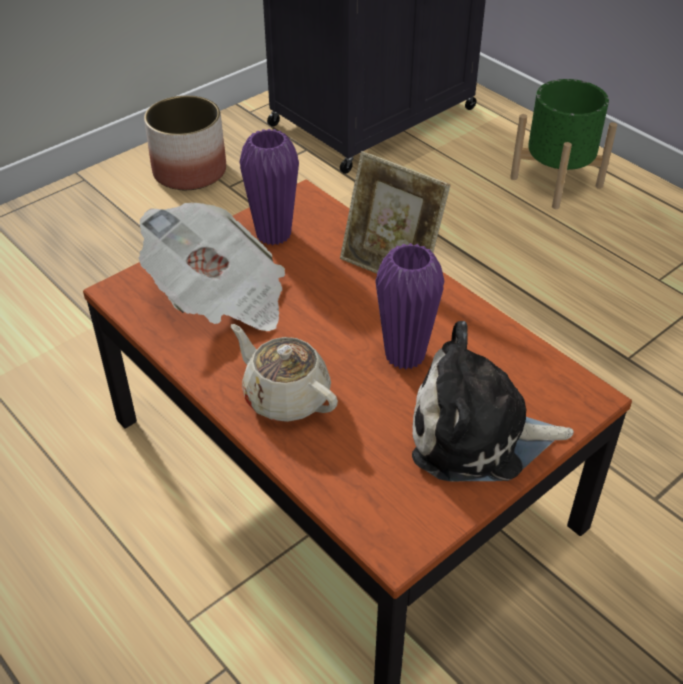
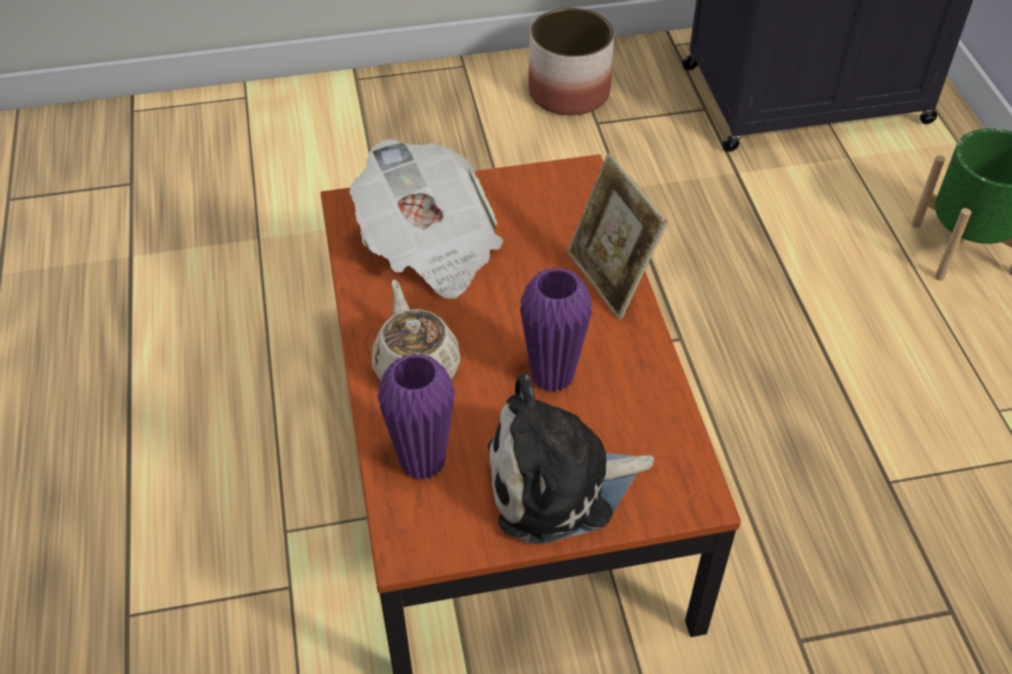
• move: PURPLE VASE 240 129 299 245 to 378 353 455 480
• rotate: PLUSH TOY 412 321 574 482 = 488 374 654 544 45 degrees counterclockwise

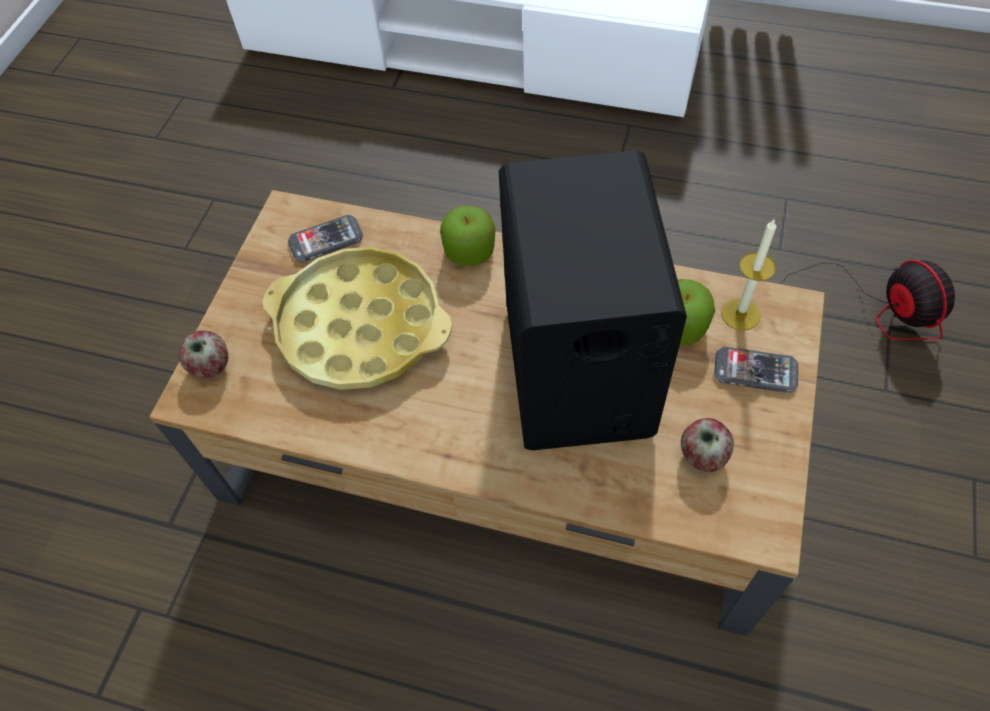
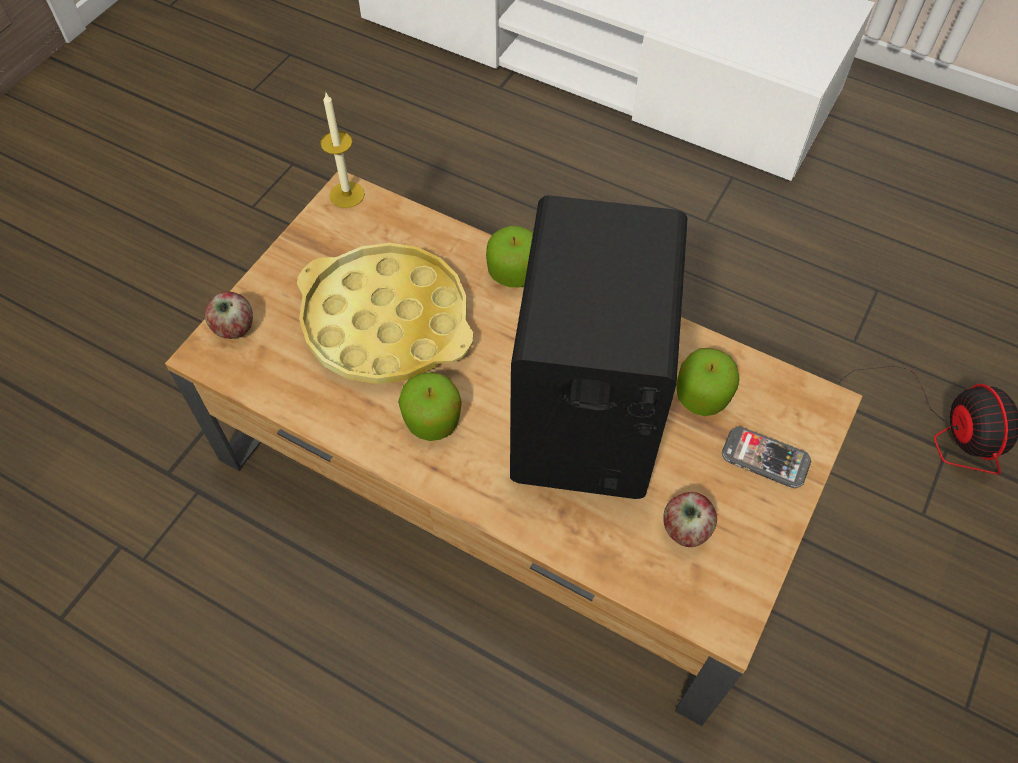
• delete: PHONE 288 215 363 262
• insert: APPLE 398 372 462 441
• move: CANDLE 721 220 776 331 to 320 93 365 208

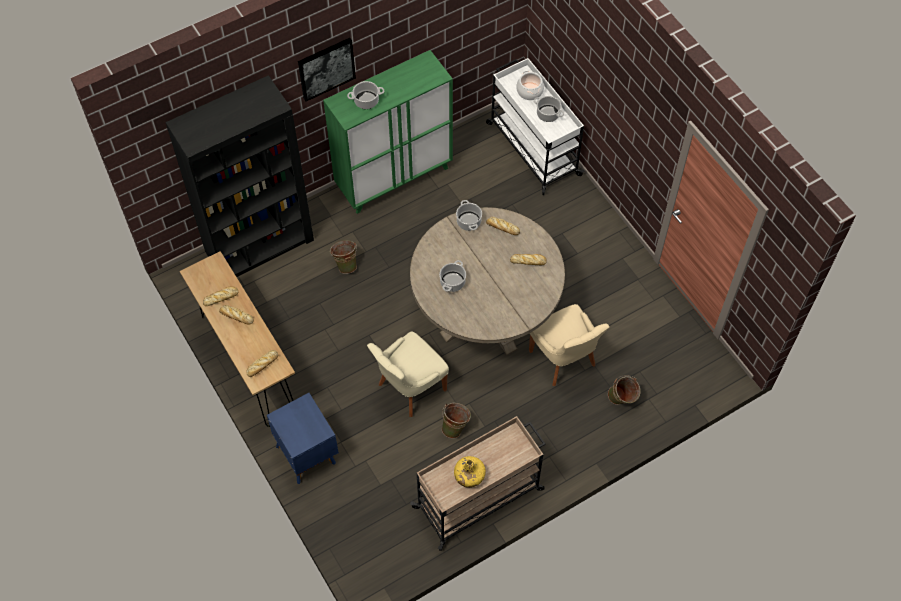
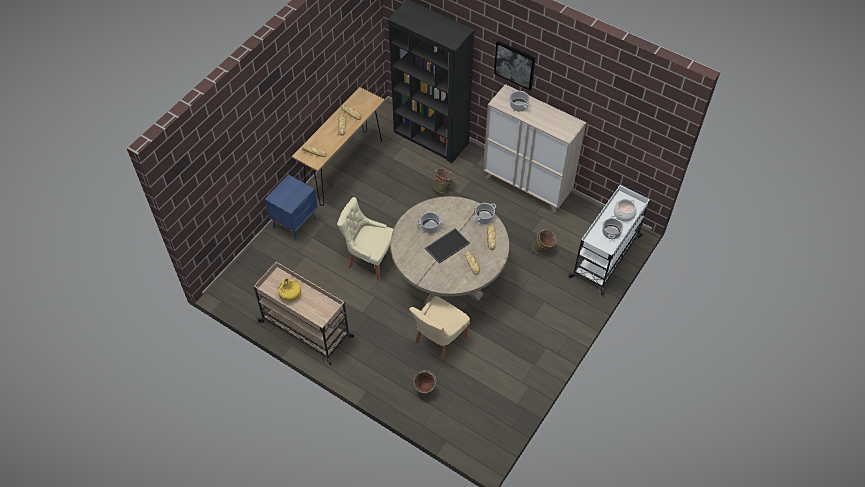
• insert: TRAY 425 228 470 264
• move: GREEN BUCKET 442 403 471 438 to 533 229 557 253
• recolor: GREEN CABINET 323 50 453 214 to BEIGE CABINET 483 84 586 213

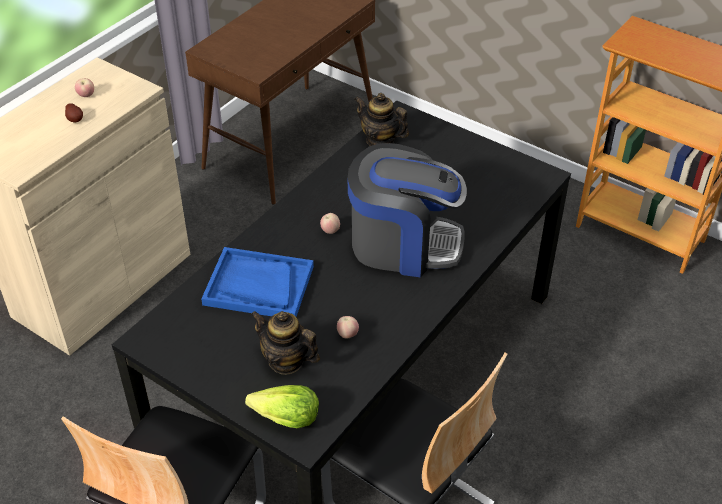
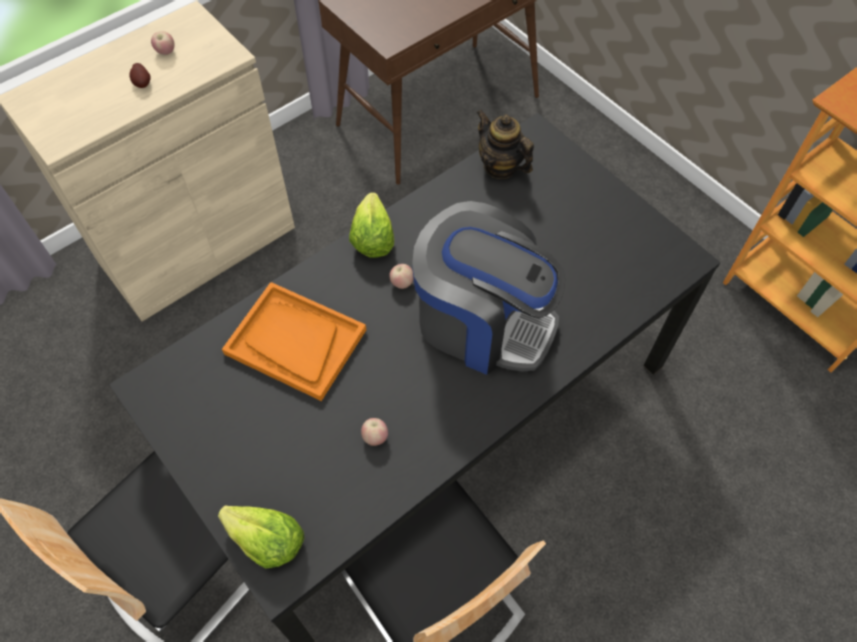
• delete: TEAPOT 251 311 320 375
• insert: LETTUCE 349 192 394 258
• recolor: BLUE TRAY 201 247 314 317 to ORANGE TRAY 222 282 366 401

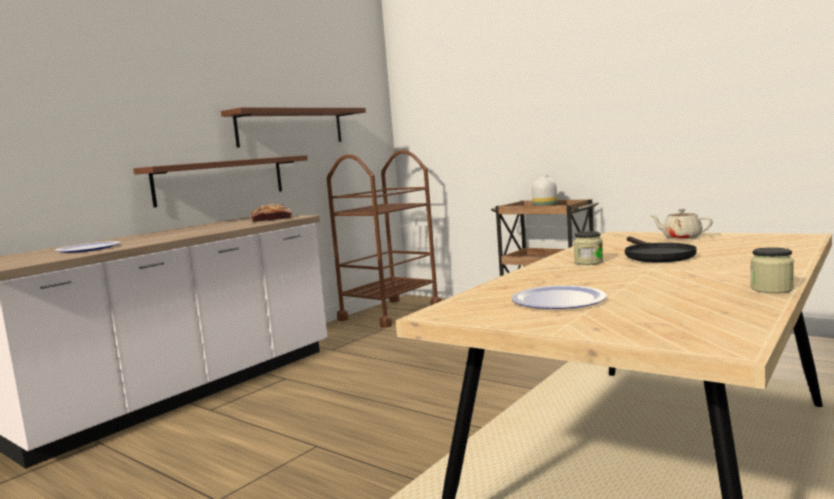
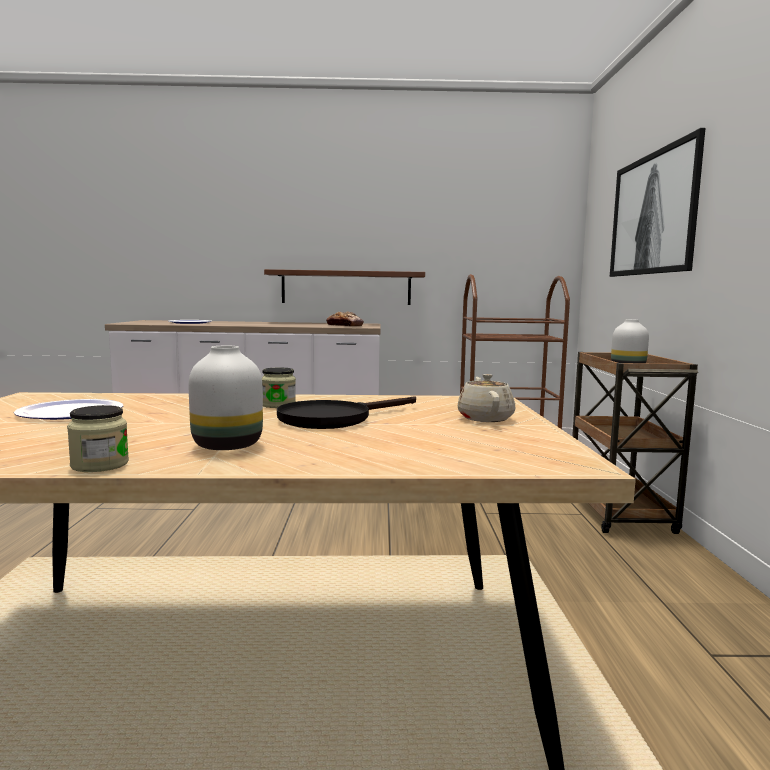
• delete: BROWN SHELF 221 108 366 147
• insert: WHITE VASE 189 346 263 450
• insert: PICTURE 610 128 705 277

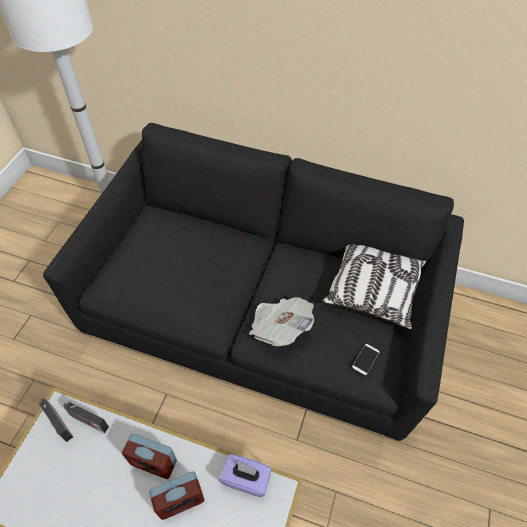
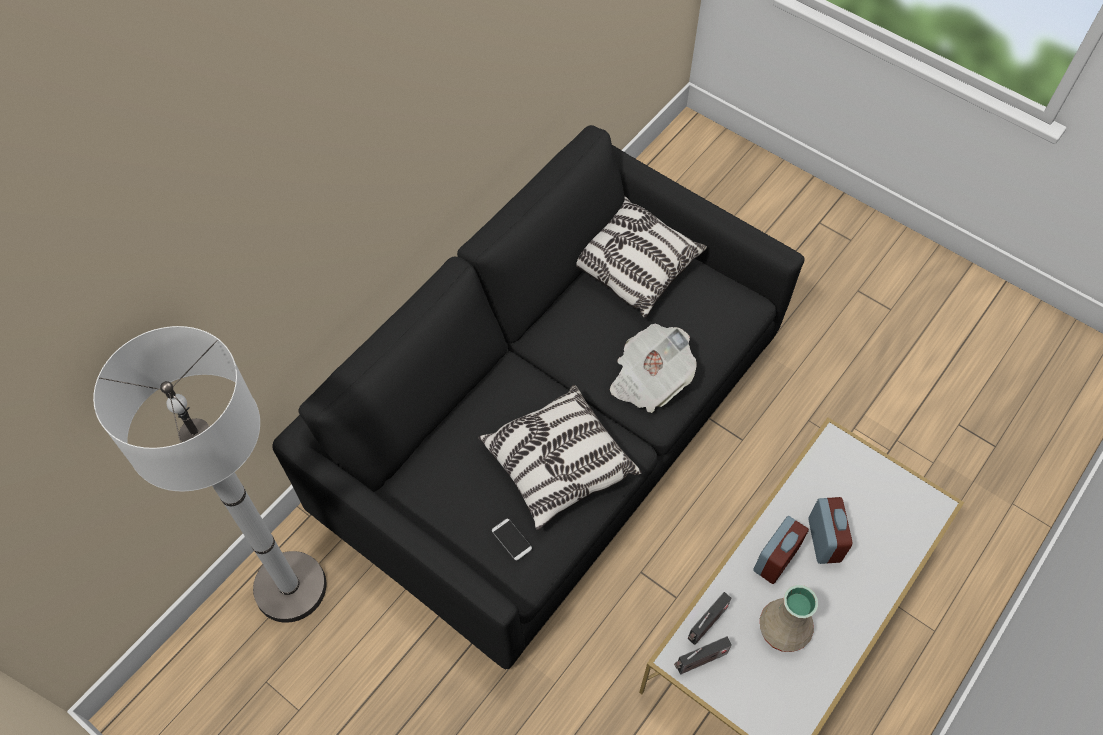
• delete: PURPLE TISSUE BOX 219 454 272 497
• insert: PILLOW 478 385 641 530
• insert: BEIGE VASE 760 585 818 652
• move: PHONE 352 344 380 375 to 492 519 532 560

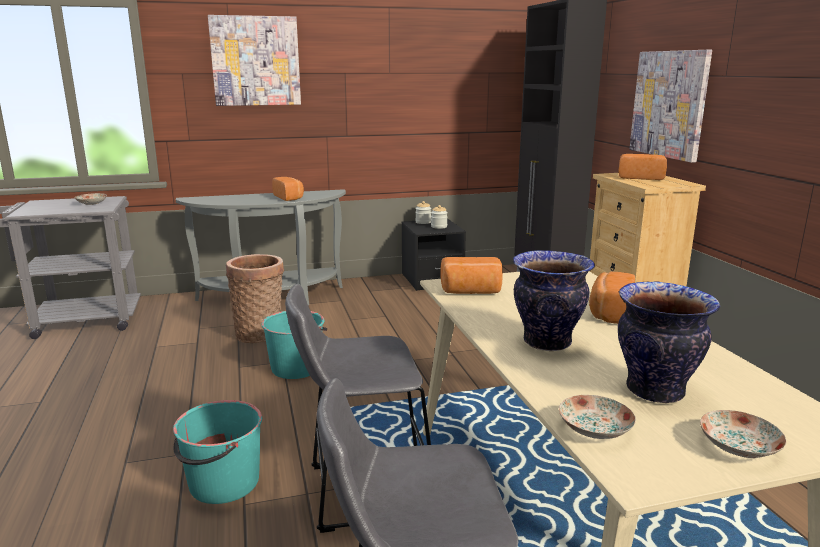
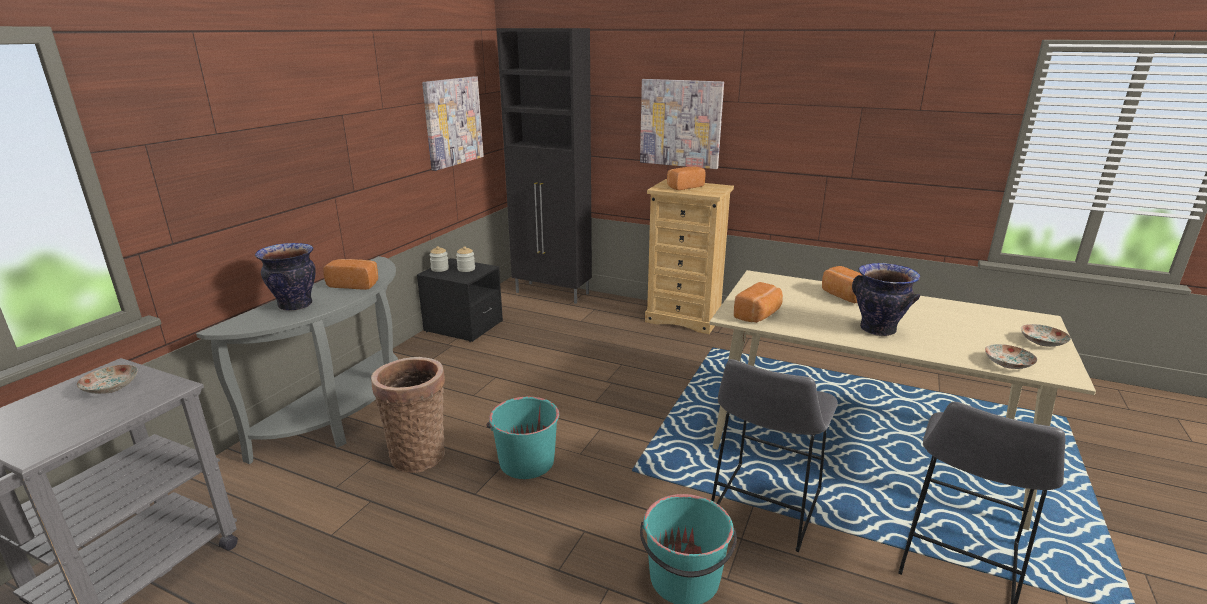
• move: PICTURE 208 15 301 106 to 422 76 484 171
• move: VASE 618 281 720 403 to 255 243 316 311

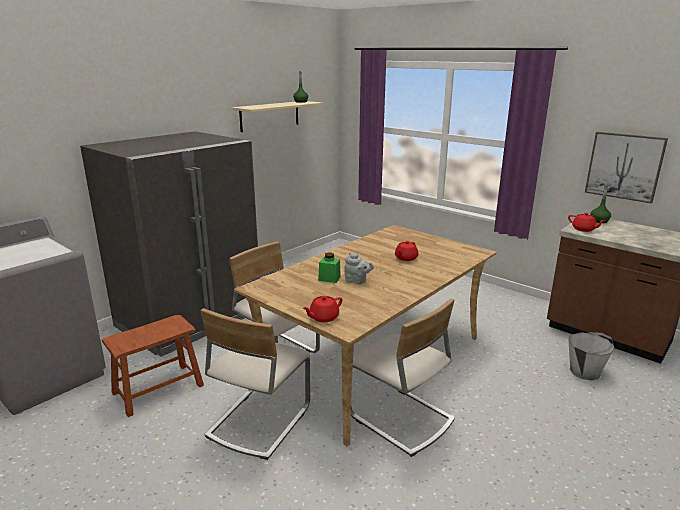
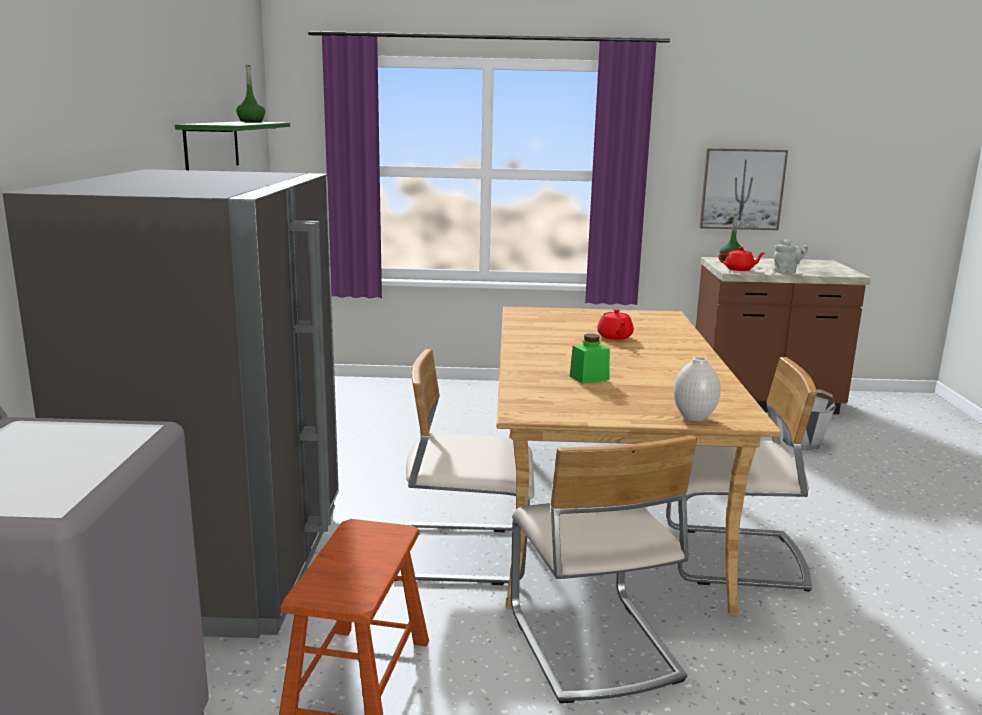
• move: GREY TEAPOT 344 253 374 284 to 774 239 808 273
• replace: RED TEAPOT 303 296 342 322 to WHITE VASE 673 357 721 421
• recolor: BEIGE SHELF 231 101 323 132 to GREEN SHELF 175 121 290 170

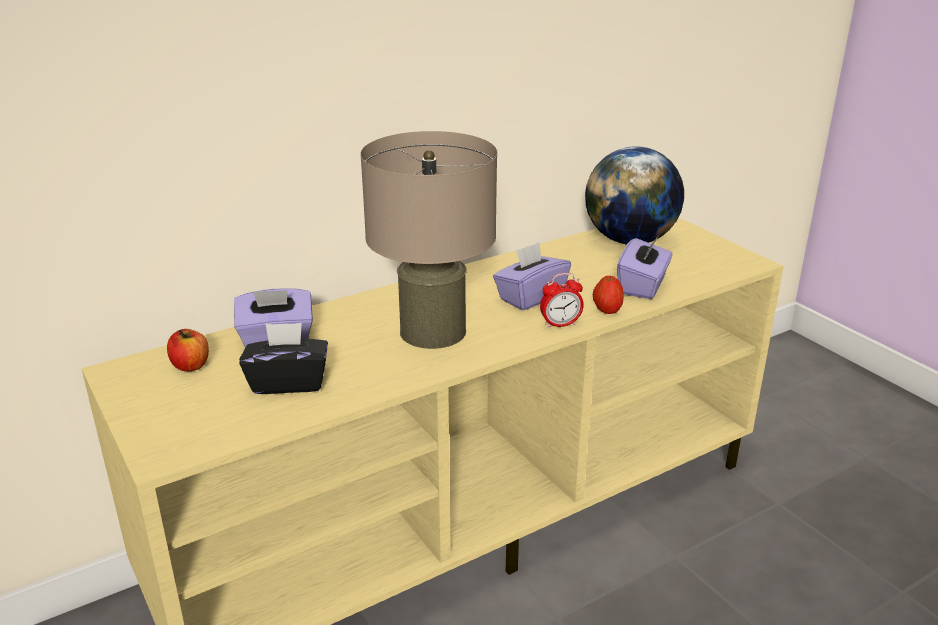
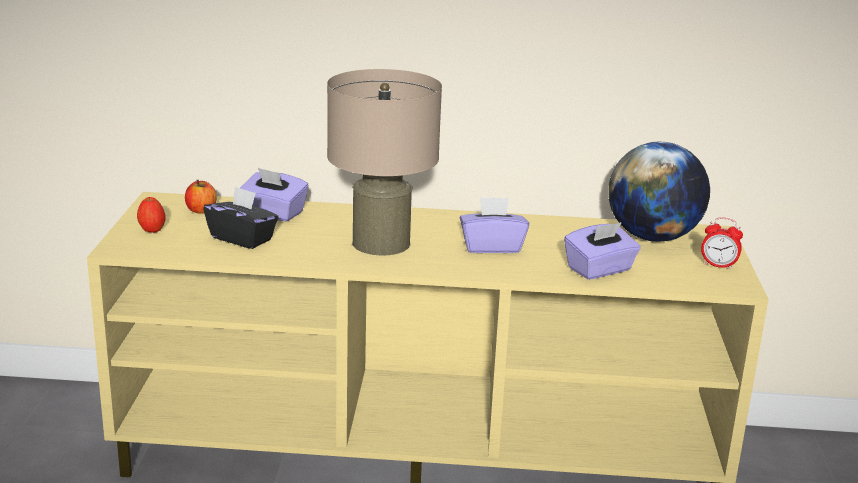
• move: ALARM CLOCK 540 273 584 328 to 701 217 743 270
• move: APPLE 593 276 624 314 to 137 197 165 233

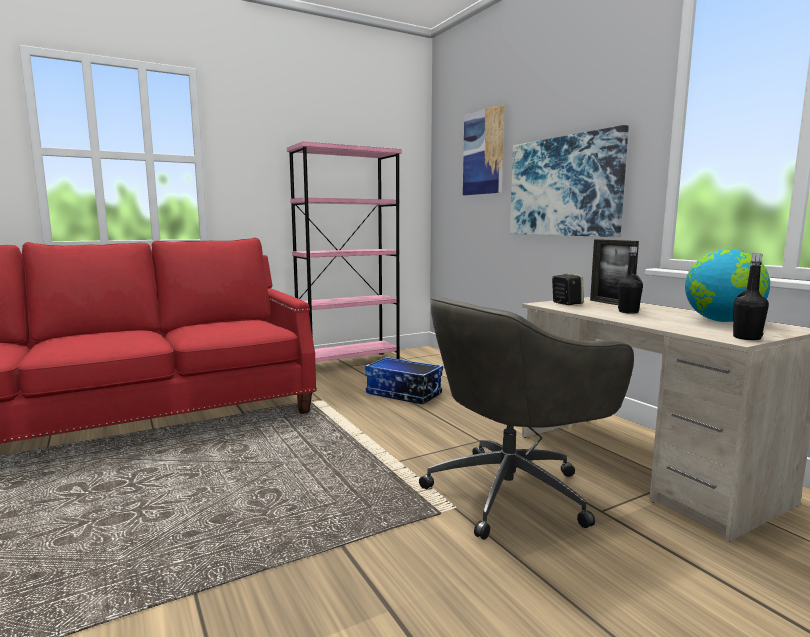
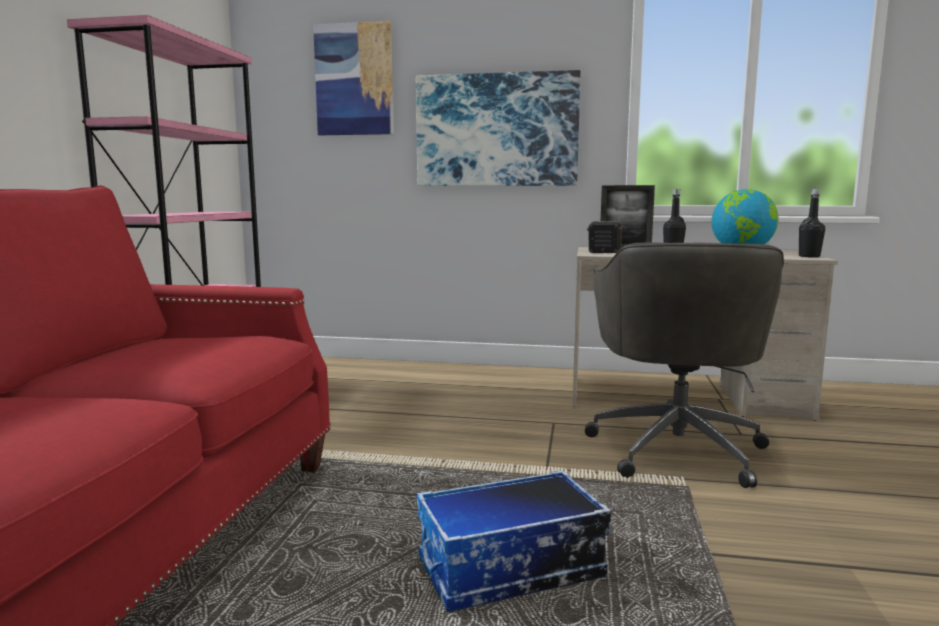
• move: STORAGE BOX 365 357 443 404 to 417 470 611 612

